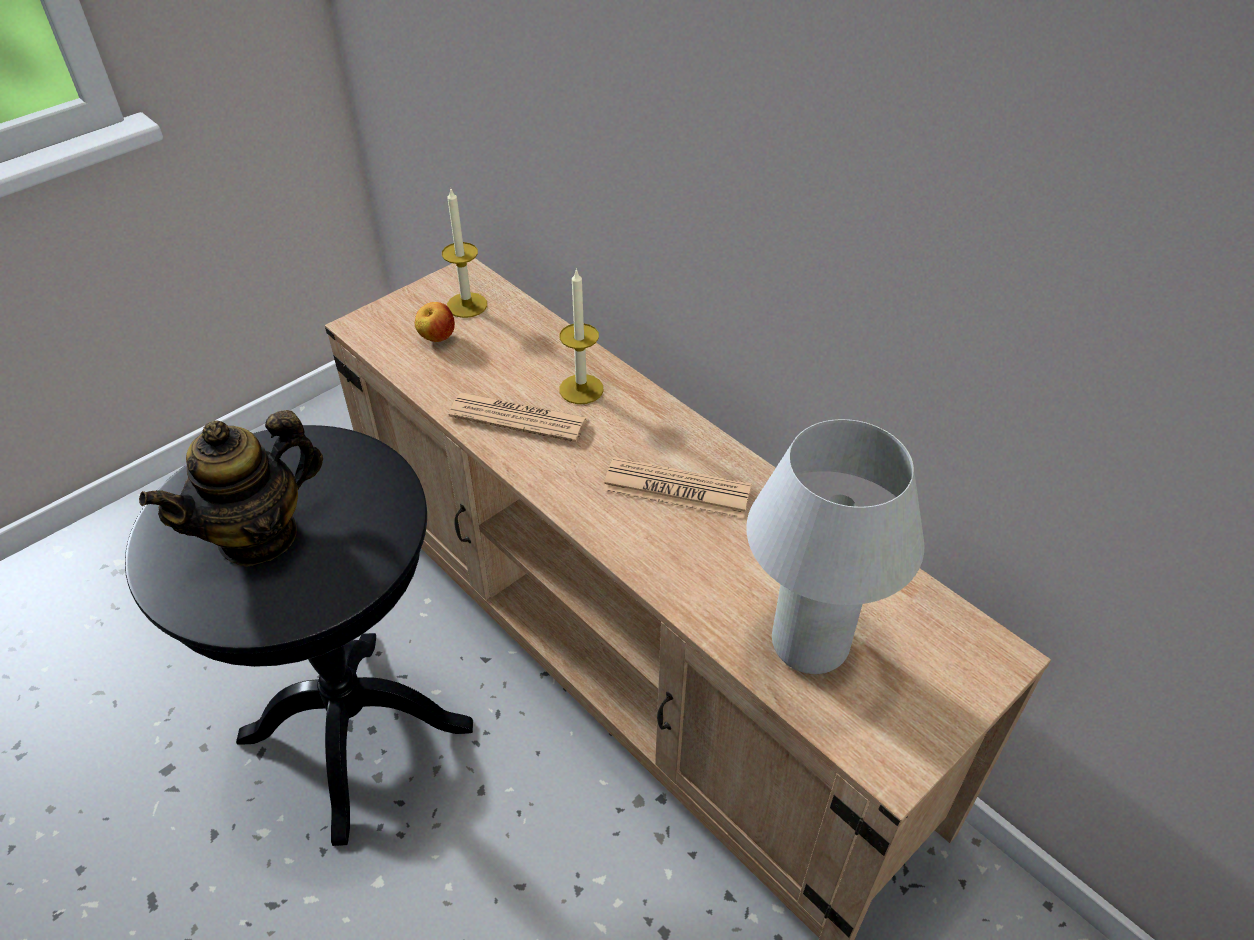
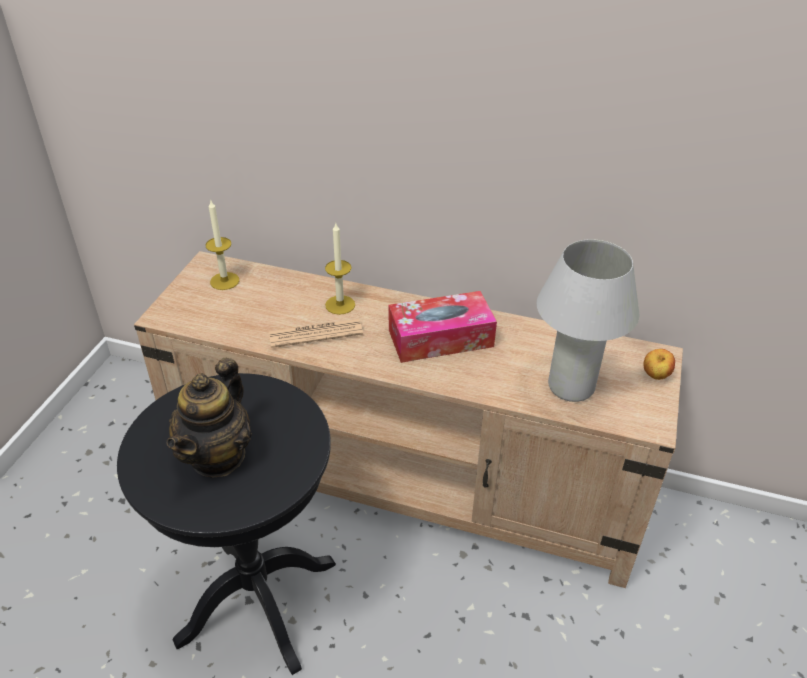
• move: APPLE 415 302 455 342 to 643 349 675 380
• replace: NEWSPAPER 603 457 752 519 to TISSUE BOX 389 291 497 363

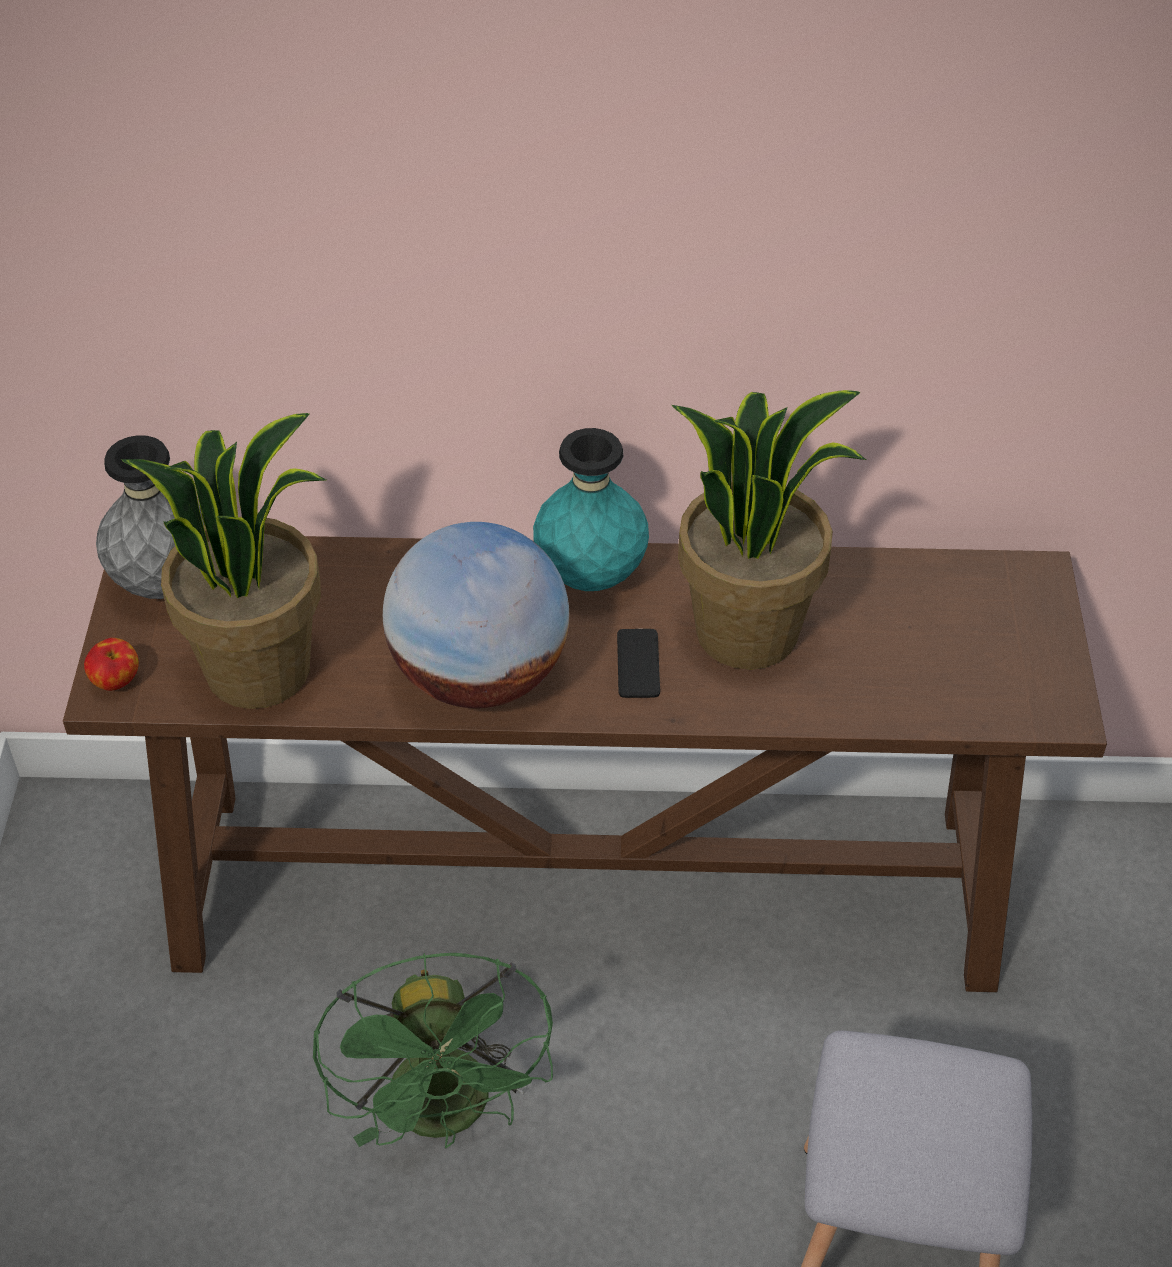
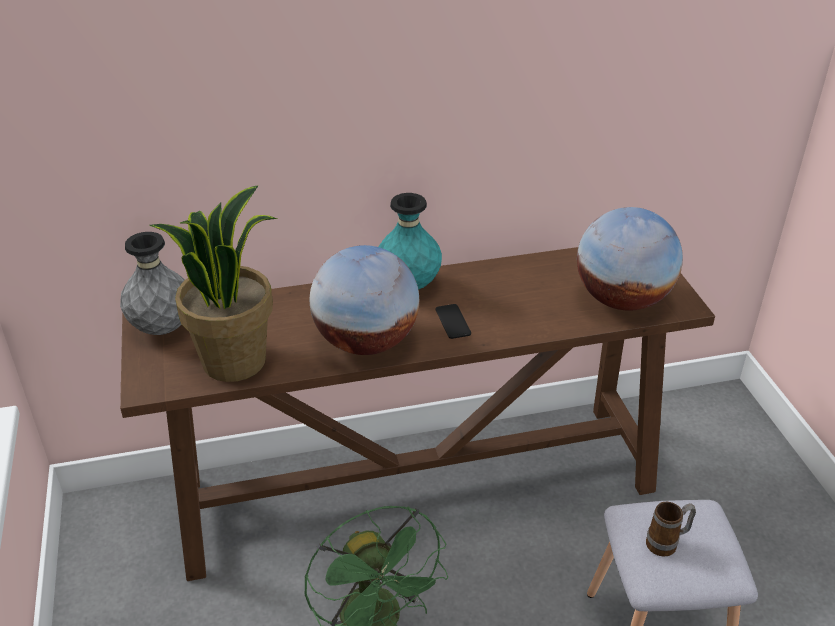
• delete: APPLE 84 638 139 691
• delete: POTTED PLANT 672 390 866 670
• insert: GLOBE 577 207 683 311
• insert: MUG 646 502 696 557

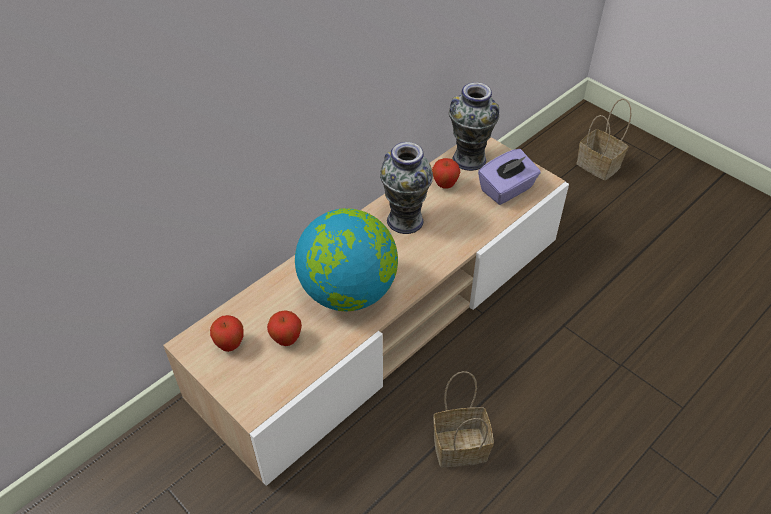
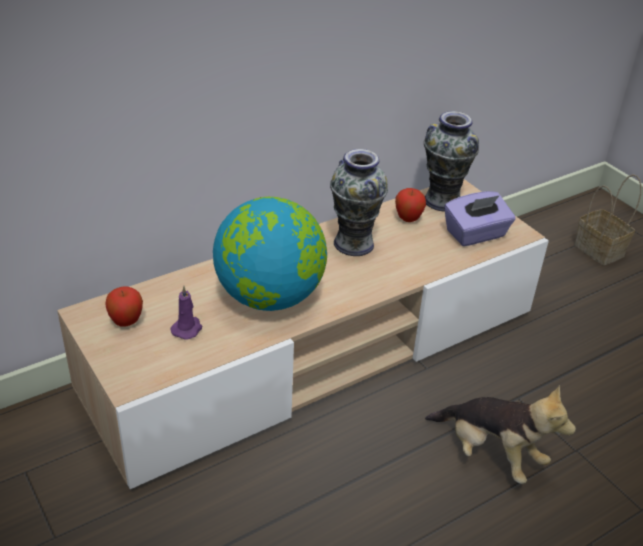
• delete: BASKET 433 371 494 468
• insert: PLUSH TOY 425 385 576 484
• replace: APPLE 267 310 302 346 to PURPLE CANDLE 170 286 202 340

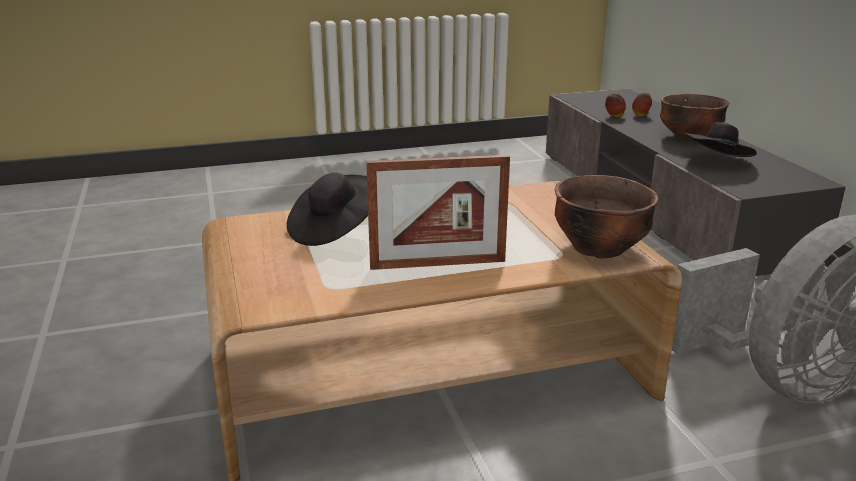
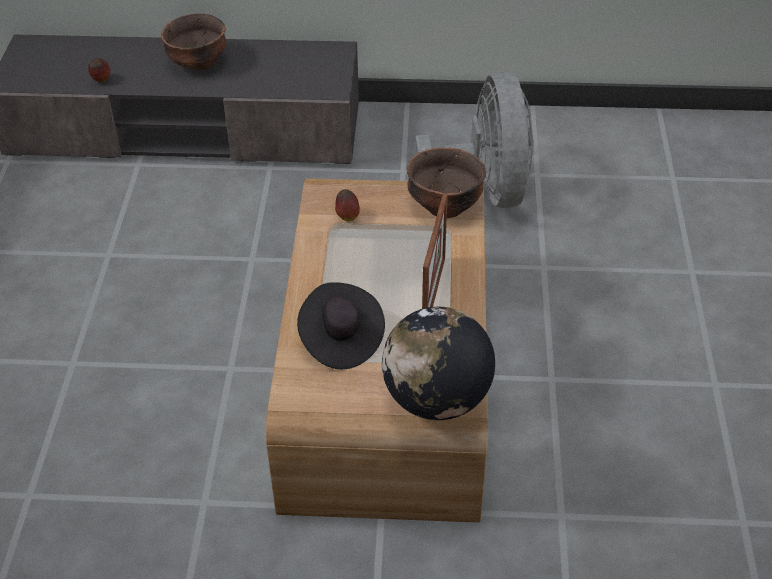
• delete: BLACK HAT 684 122 757 157
• insert: GLOBE 382 306 495 420
• move: APPLE 632 93 652 117 to 335 189 360 222

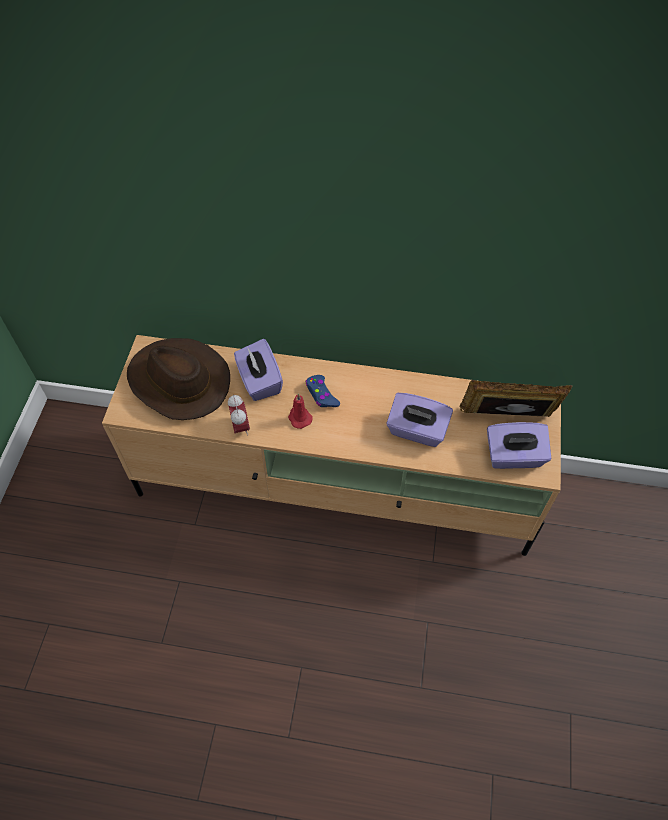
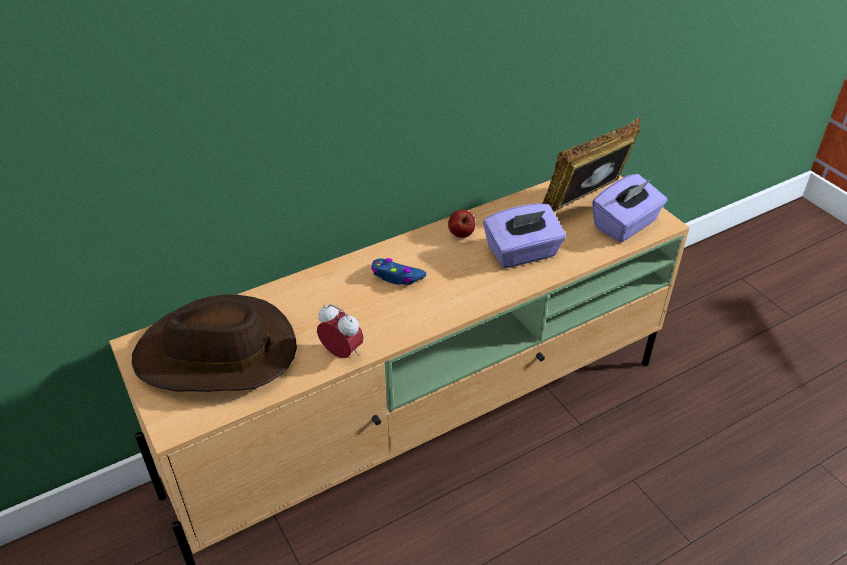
• delete: PURPLE TISSUE BOX 234 339 283 401
• delete: RED CANDLE 288 393 313 429
• insert: APPLE 448 209 475 238

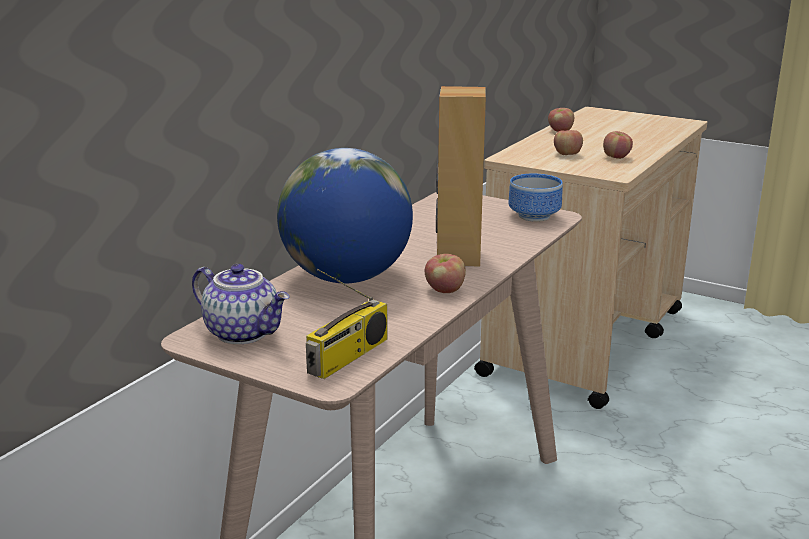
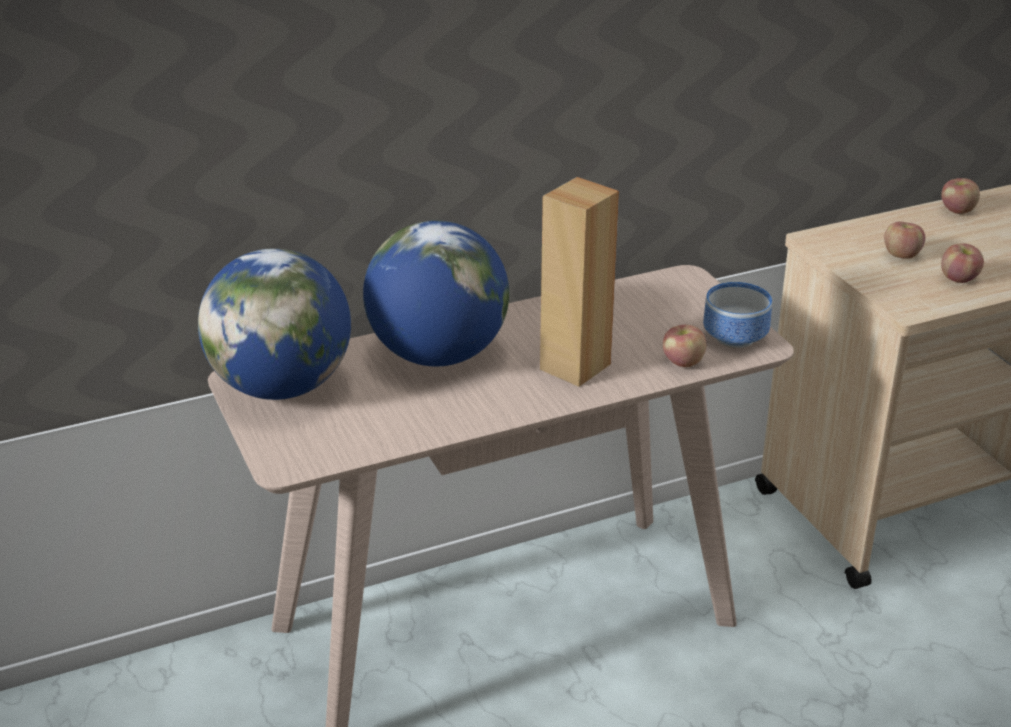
• delete: RADIO 306 269 388 379
• move: APPLE 425 254 466 293 to 663 325 706 367
• replace: TEAPOT 192 264 290 344 to GLOBE 198 248 351 400

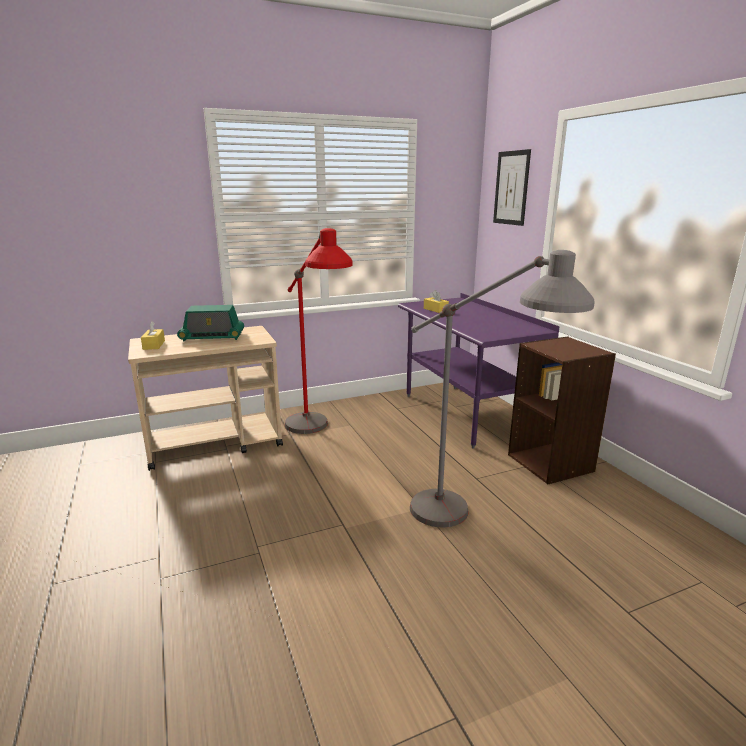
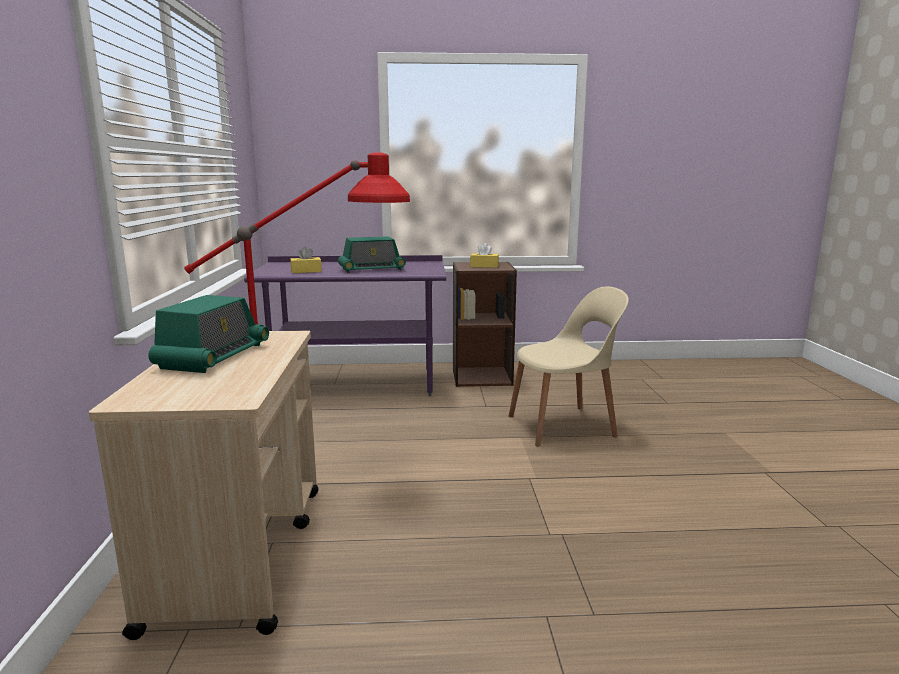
• delete: PICTURE 493 149 531 226
• insert: RADIO 338 236 406 273
• move: YELLOW TISSUE BOX 141 321 165 350 to 470 243 499 268
• replace: GREY FLOOR LAMP 410 250 595 527 to BEIGE CHAIR 509 287 629 446

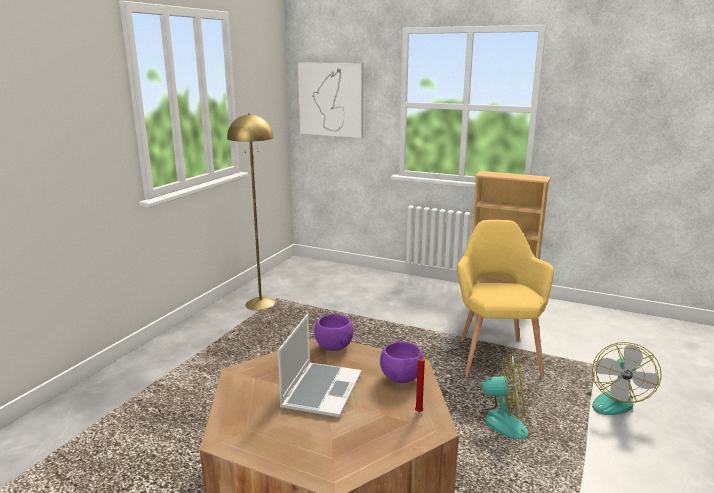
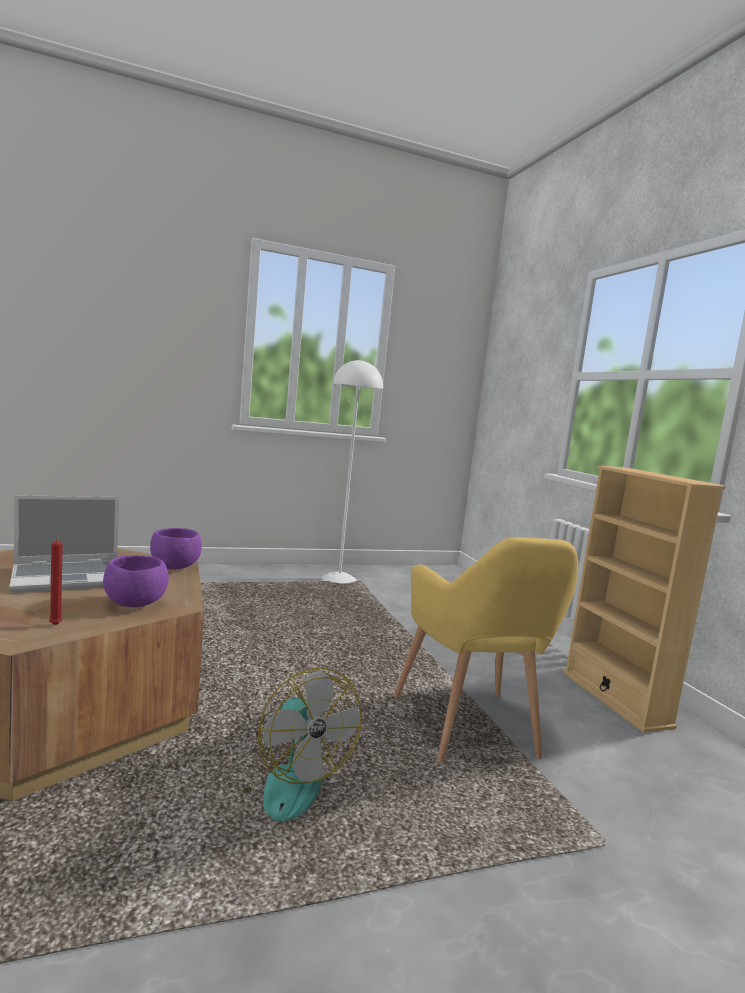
• delete: PICTURE 298 63 363 138
• delete: FAN 586 342 662 415
• recolor: YELLOW FLOOR LAMP 227 113 275 311 to WHITE FLOOR LAMP 322 359 383 583
• rotate: YELLOW ARMCHAIR 457 220 554 377 = 394 537 578 763 120 degrees clockwise

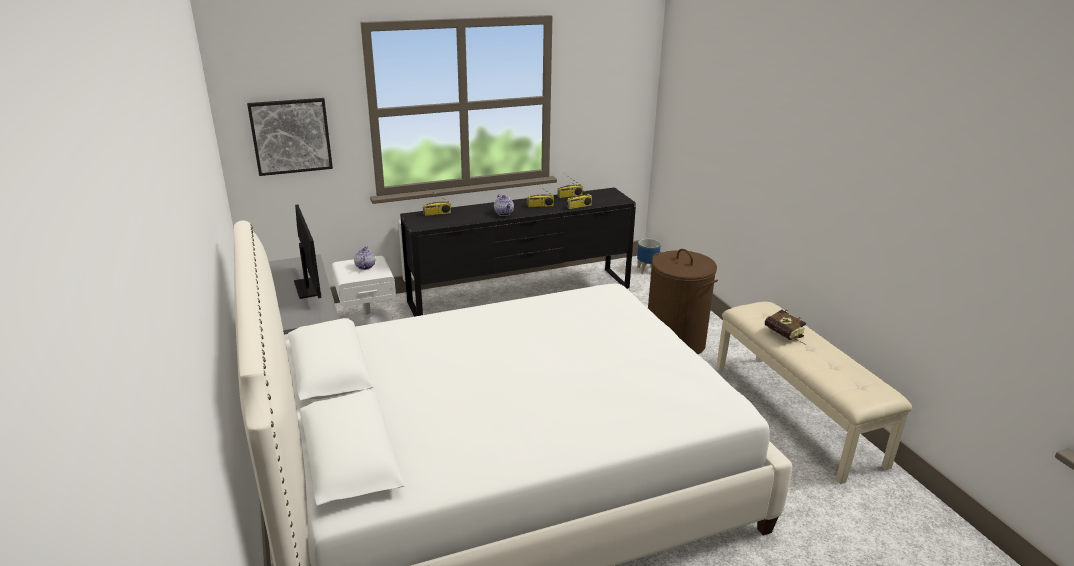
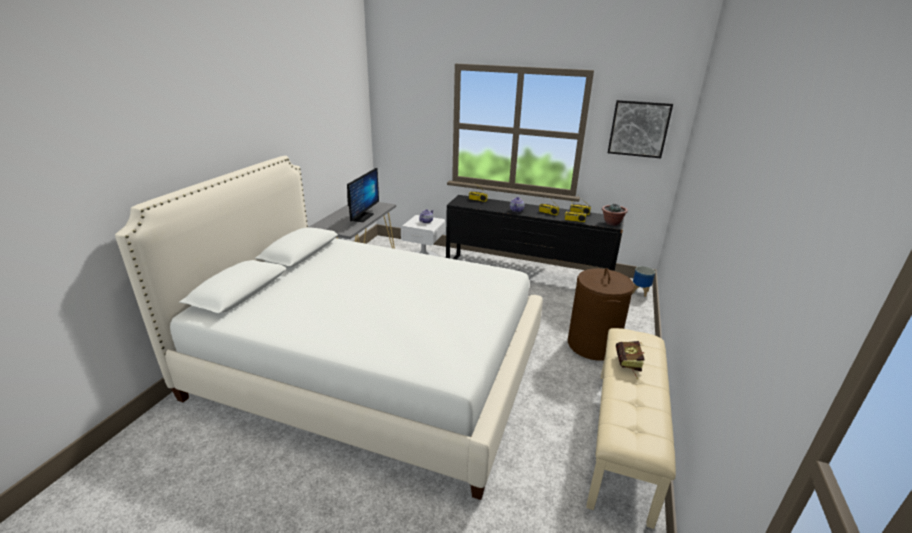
• insert: POTTED PLANT 602 203 628 226
• move: PICTURE 247 98 333 176 to 608 100 673 158

